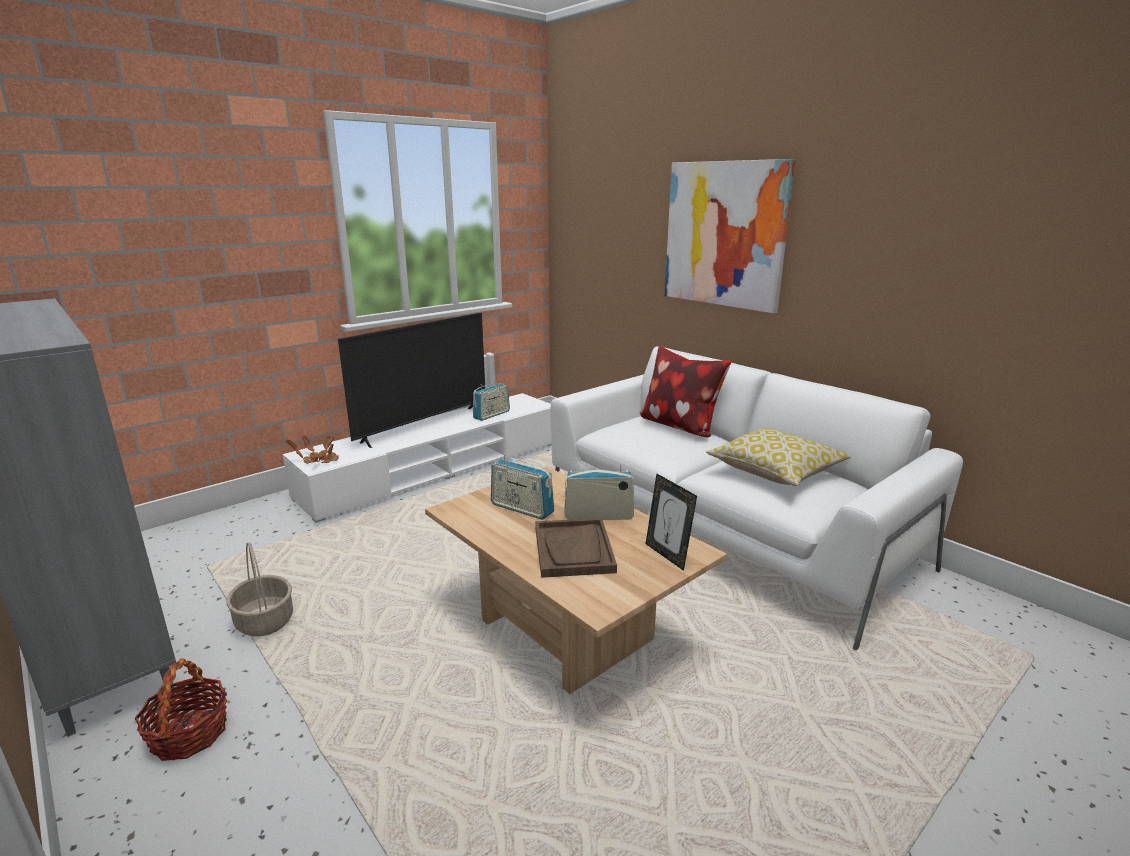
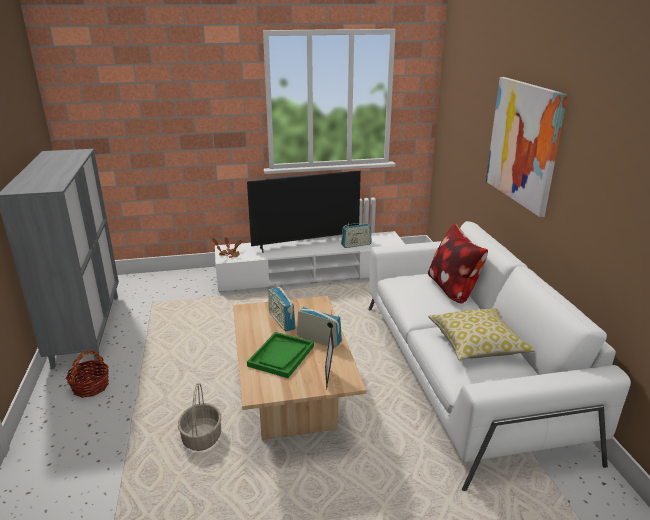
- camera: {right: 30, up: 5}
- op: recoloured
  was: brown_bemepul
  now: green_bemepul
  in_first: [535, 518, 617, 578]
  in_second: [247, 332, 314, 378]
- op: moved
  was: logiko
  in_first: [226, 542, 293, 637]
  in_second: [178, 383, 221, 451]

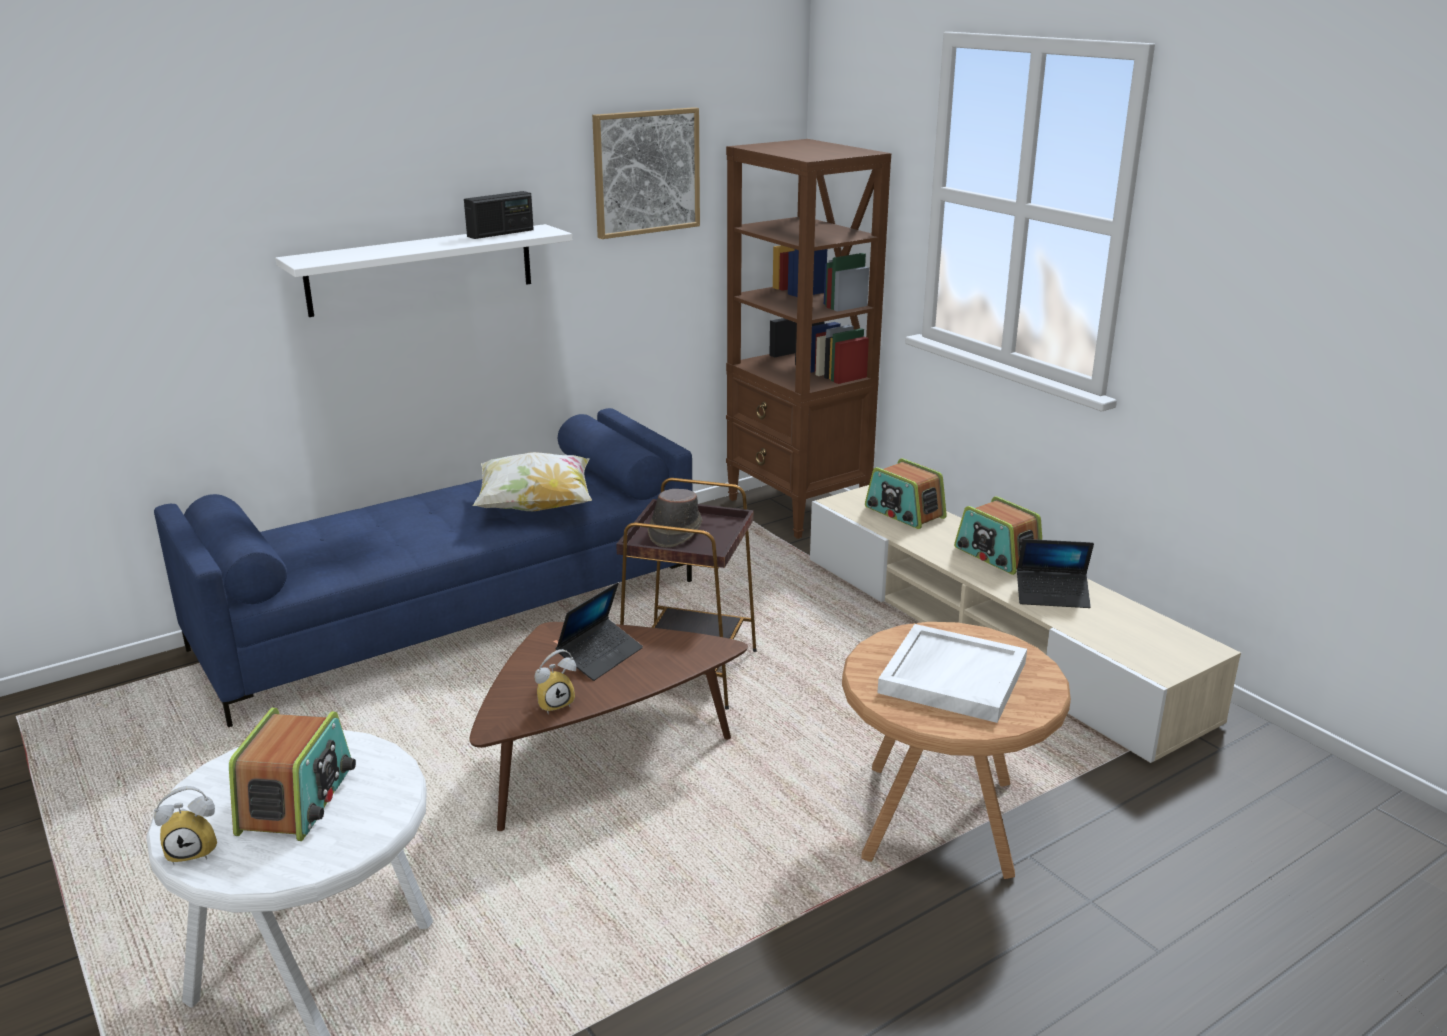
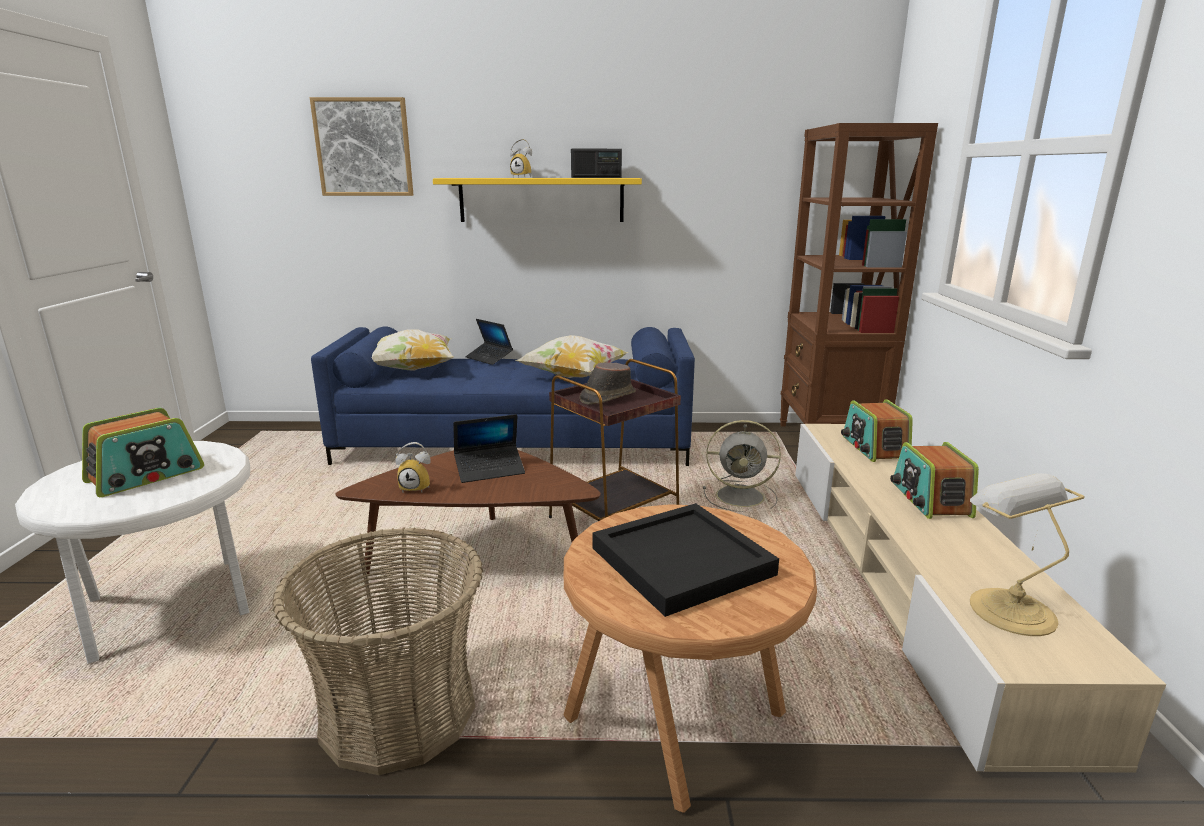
- camera: {right: 35, up: -5}
- op: moved
  was: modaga
  in_first: [592, 107, 700, 239]
  in_second: [310, 97, 413, 196]
- op: recoloured
  was: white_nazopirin
  now: yellow_nazopirin
  in_first: [275, 224, 572, 317]
  in_second: [433, 178, 642, 222]
- op: moved
  was: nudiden
  in_first: [1017, 539, 1094, 608]
  in_second: [465, 319, 513, 365]
- op: recoloured
  was: white_bemepul
  now: black_bemepul
  in_first: [878, 624, 1027, 723]
  in_second: [593, 503, 779, 617]
- op: moved
  was: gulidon
  in_first: [154, 786, 217, 865]
  in_second: [510, 139, 532, 177]
- op: added
  now: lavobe
  in_second: [372, 329, 454, 371]
- op: added
  now: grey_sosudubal
  in_second: [703, 420, 781, 512]
- op: added
  now: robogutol
  in_second: [970, 473, 1085, 636]
- op: added
  now: logiko
  in_second: [272, 527, 483, 775]

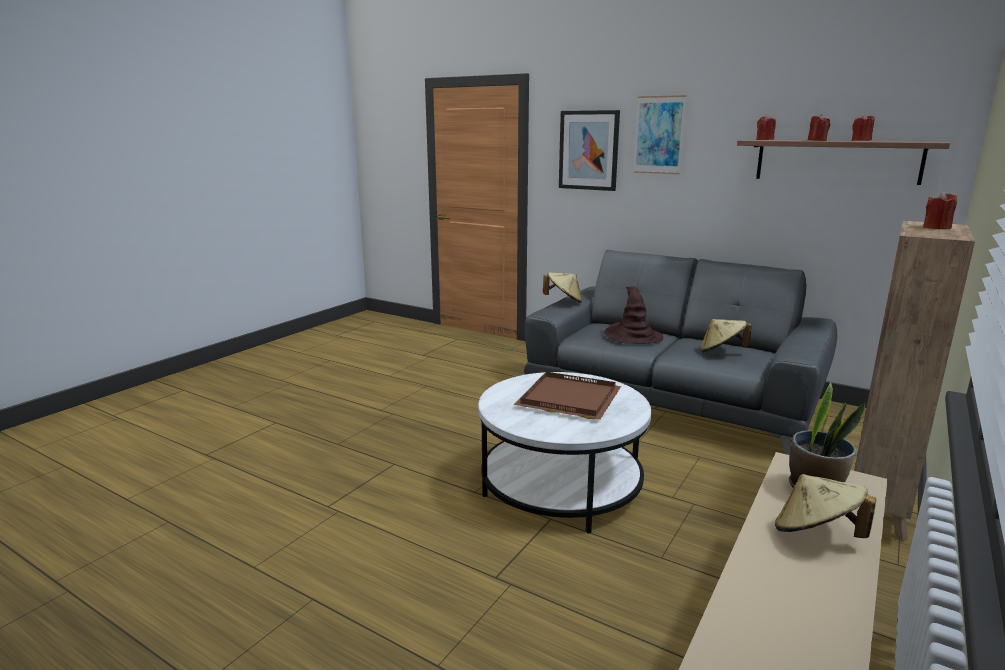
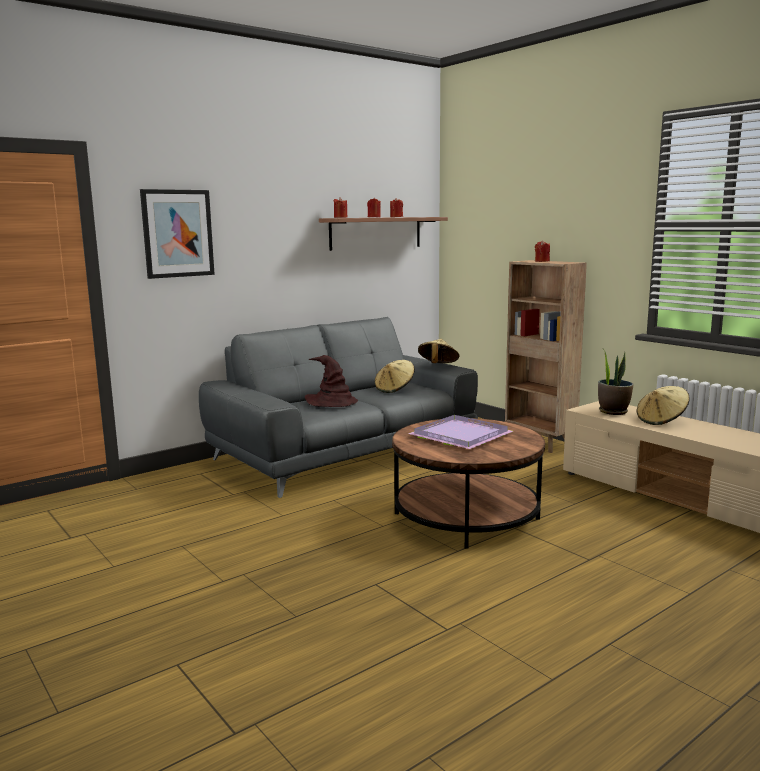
- camera: {right: -70, up: -5}
- op: removed
  was: modaga
  in_first: [633, 95, 687, 174]
- op: moved
  was: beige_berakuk
  in_first: [543, 272, 582, 303]
  in_second: [418, 339, 460, 363]
- op: recoloured
  was: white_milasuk
  now: brown_milasuk
  in_first: [478, 372, 652, 534]
  in_second: [392, 418, 545, 549]
- op: recoloured
  was: brown_bemepul
  now: purple_bemepul
  in_first: [514, 372, 621, 420]
  in_second: [408, 415, 513, 449]

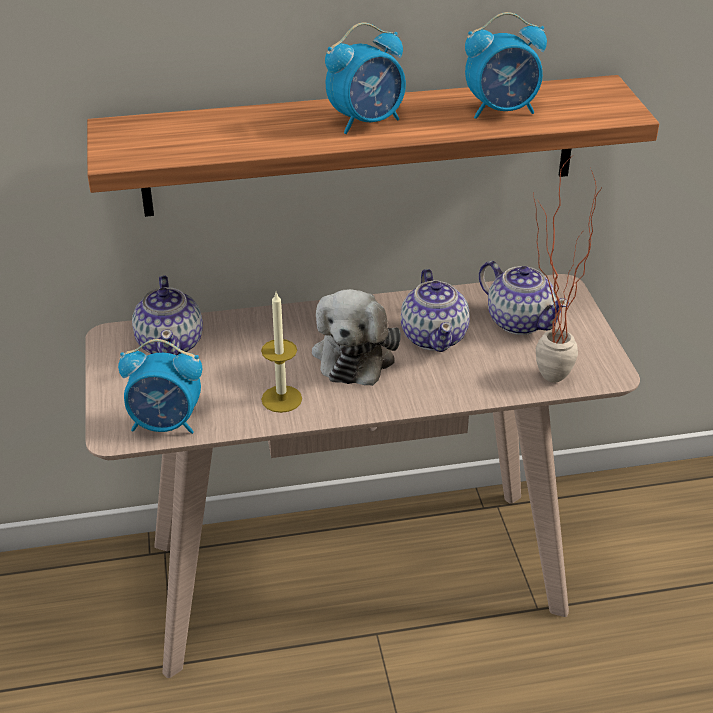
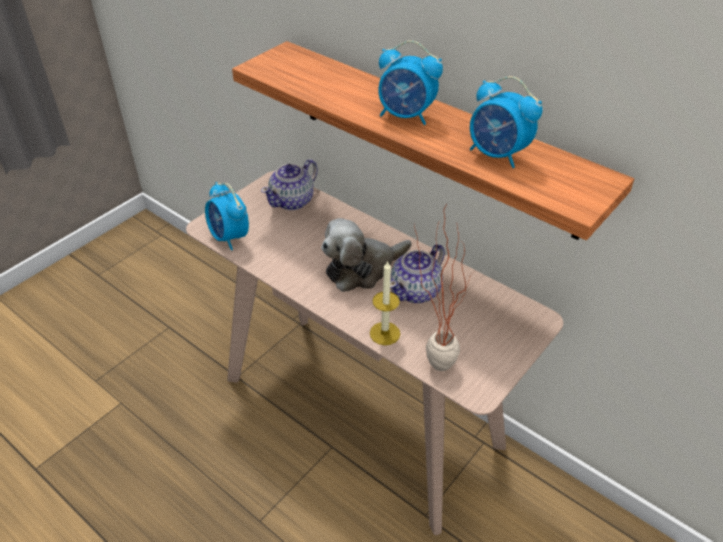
- camera: {right: 50, up: 5}
- op: removed
  was: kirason
  in_first: [479, 261, 569, 335]
- op: moved
  was: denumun
  in_first: [261, 292, 302, 413]
  in_second: [370, 260, 400, 345]

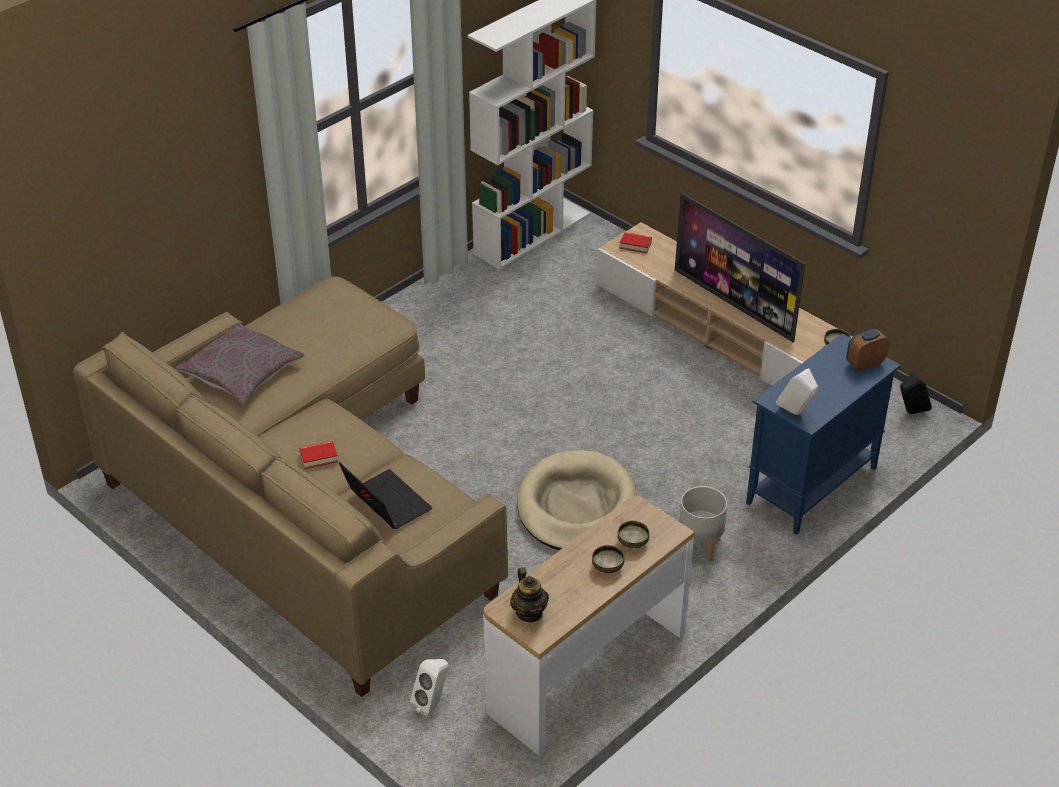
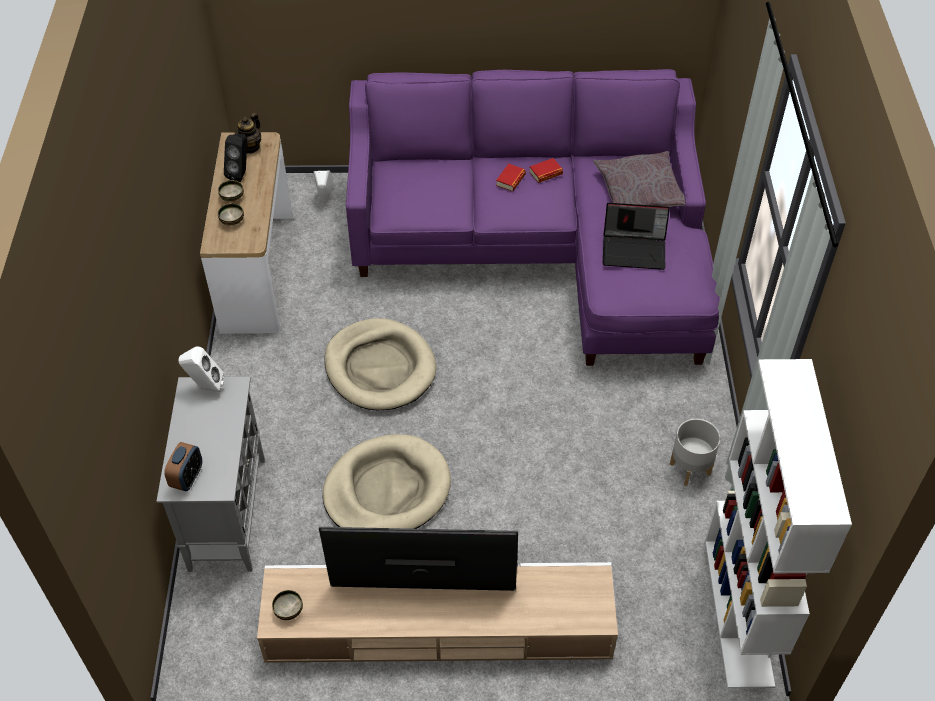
- camera: {right: 135, up: 10}
- op: moved
  was: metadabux
  in_first: [620, 232, 652, 254]
  in_second: [530, 158, 563, 183]
- op: recoloured
  was: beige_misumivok
  now: purple_misumivok
  in_first: [73, 276, 508, 697]
  in_second: [346, 69, 720, 366]
- op: recoloured
  was: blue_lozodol
  now: grey_lozodol
  in_first: [746, 333, 901, 535]
  in_second: [157, 377, 265, 572]
- op: moved
  was: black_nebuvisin
  in_first: [900, 371, 932, 414]
  in_second: [224, 134, 247, 182]
- op: moved
  was: nudiden
  in_first: [339, 462, 432, 529]
  in_second: [603, 203, 670, 270]
- op: moved
  was: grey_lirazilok
  in_first: [679, 486, 727, 561]
  in_second: [669, 419, 720, 486]
- op: turned
  was: kirason
  in_first: [510, 567, 549, 623]
  in_second: [235, 113, 261, 153]
  clockwise: -90
- op: added
  now: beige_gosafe
  in_second: [323, 434, 451, 529]

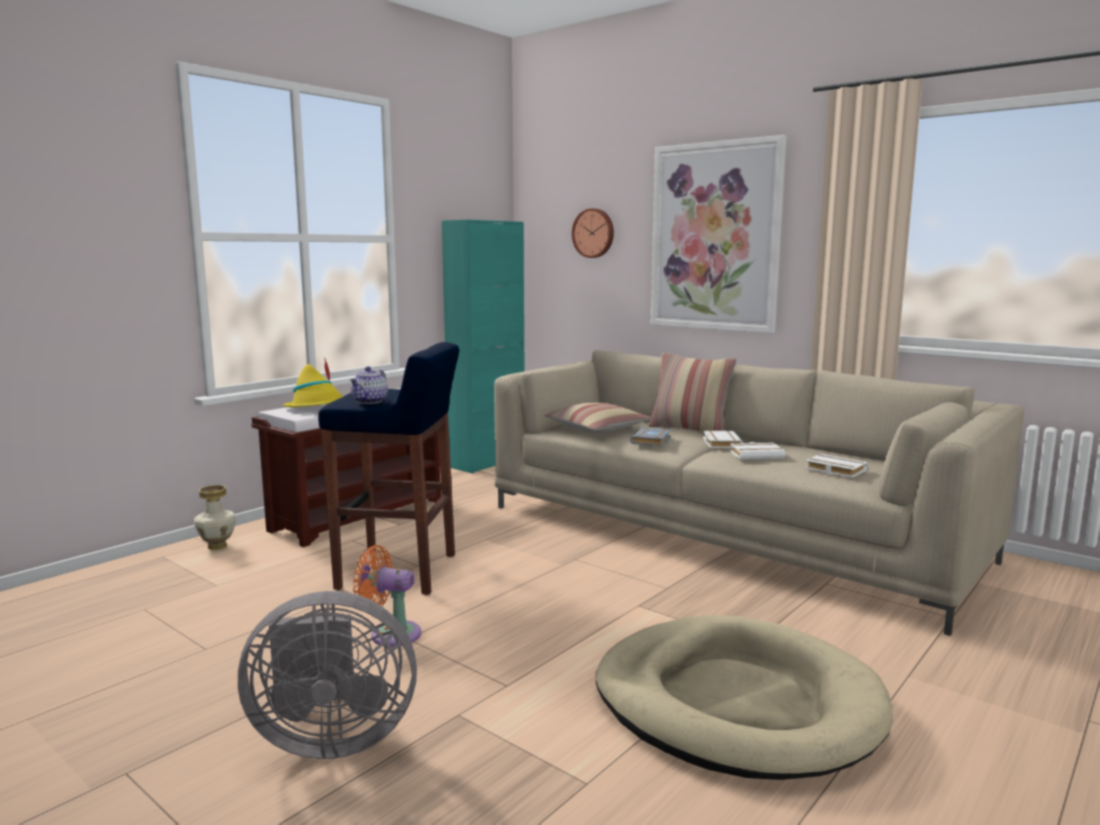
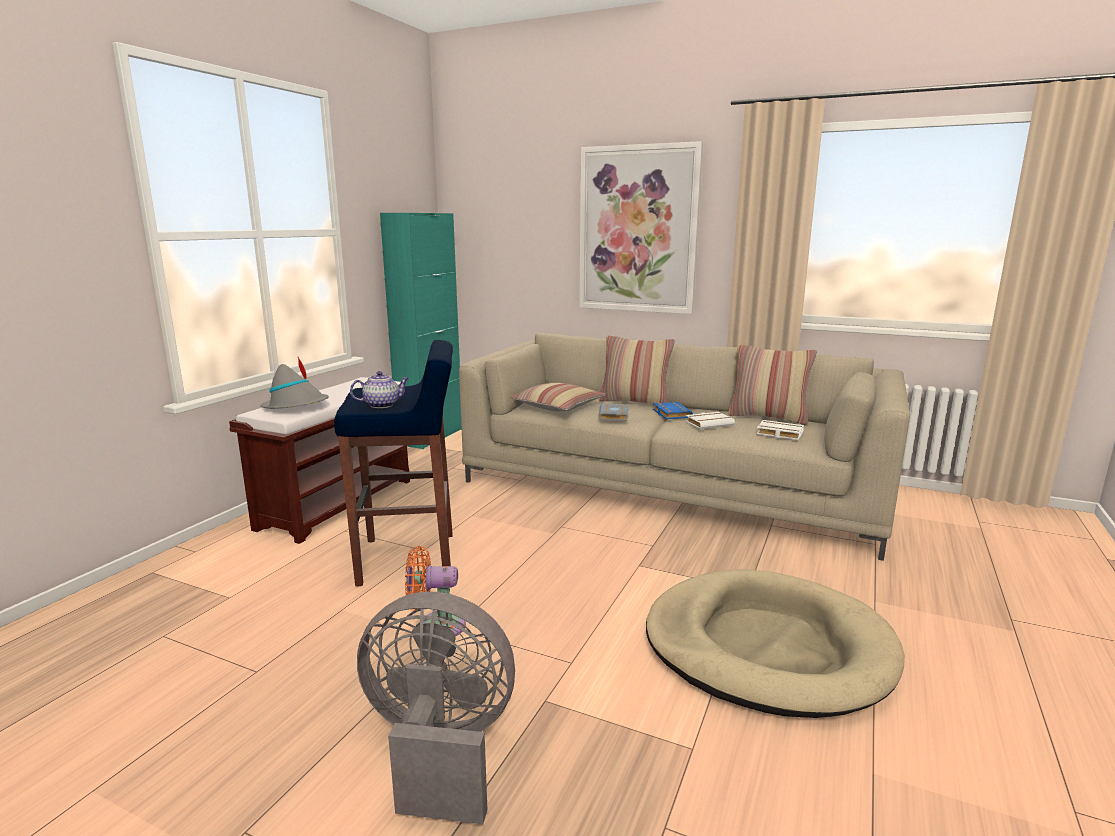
- camera: {right: -15, up: 5}
- op: removed
  was: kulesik
  in_first: [572, 208, 614, 258]
- op: recoloured
  was: yellow_berakuk
  now: grey_berakuk
  in_first: [283, 357, 343, 407]
  in_second: [261, 357, 329, 409]
- op: turned
  was: kirason
  in_first: [350, 367, 388, 404]
  in_second: [350, 371, 409, 408]
  clockwise: -120
- op: recoloured
  was: white_metadabux
  now: blue_metadabux
  in_first: [703, 430, 743, 448]
  in_second: [653, 402, 693, 419]
- op: removed
  was: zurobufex
  in_first: [194, 485, 236, 550]
- op: turned
  was: grey_sosudubal
  in_first: [238, 591, 417, 759]
  in_second: [357, 592, 515, 824]
  clockwise: -150
- op: added
  now: lavobe
  in_second: [728, 344, 817, 425]

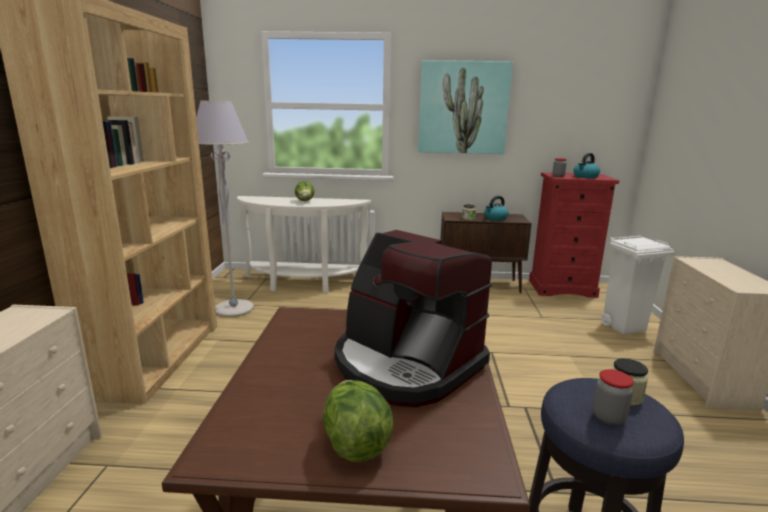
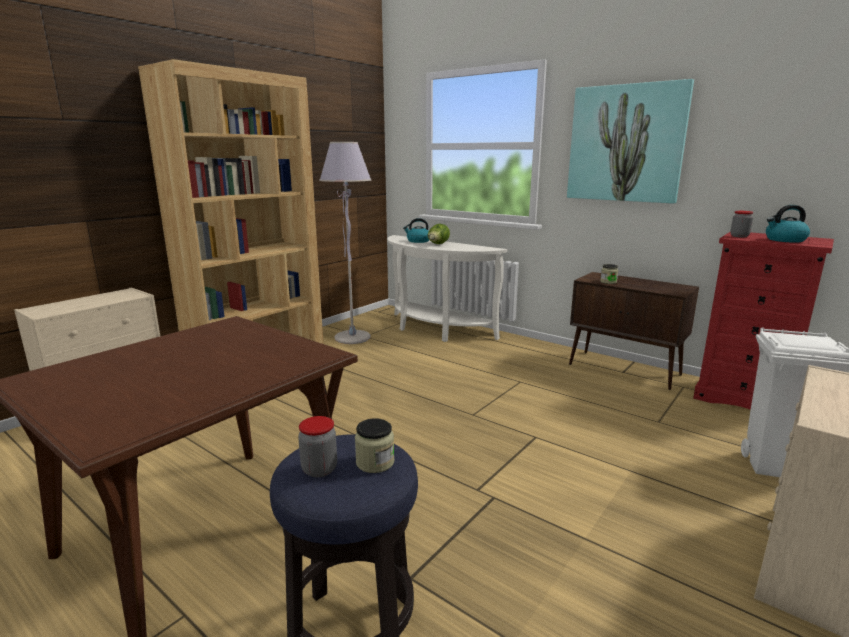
- camera: {right: 35, up: 0}
- op: moved
  was: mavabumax
  in_first: [484, 196, 509, 220]
  in_second: [403, 218, 429, 243]
- op: removed
  was: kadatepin
  in_first: [334, 230, 492, 408]
- op: removed
  was: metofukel
  in_first: [323, 380, 394, 462]

